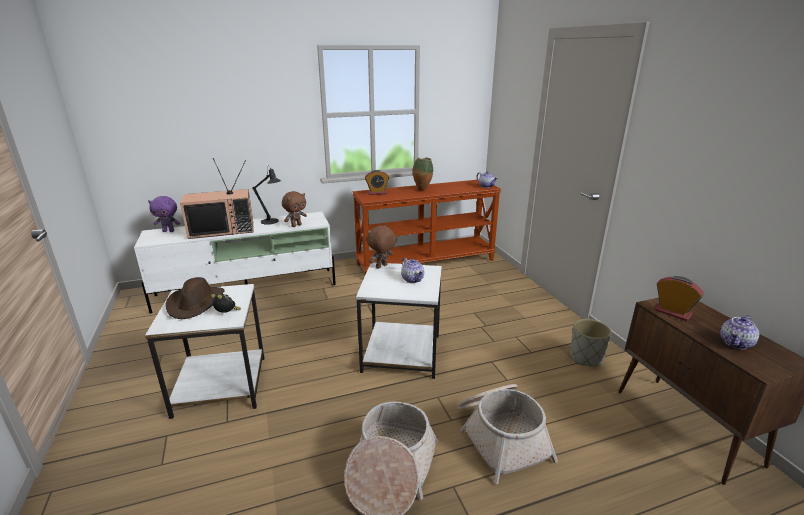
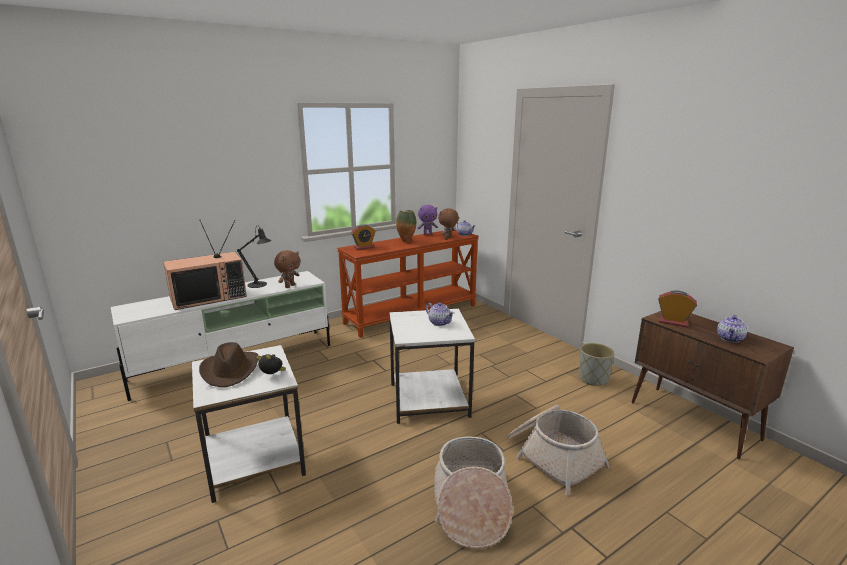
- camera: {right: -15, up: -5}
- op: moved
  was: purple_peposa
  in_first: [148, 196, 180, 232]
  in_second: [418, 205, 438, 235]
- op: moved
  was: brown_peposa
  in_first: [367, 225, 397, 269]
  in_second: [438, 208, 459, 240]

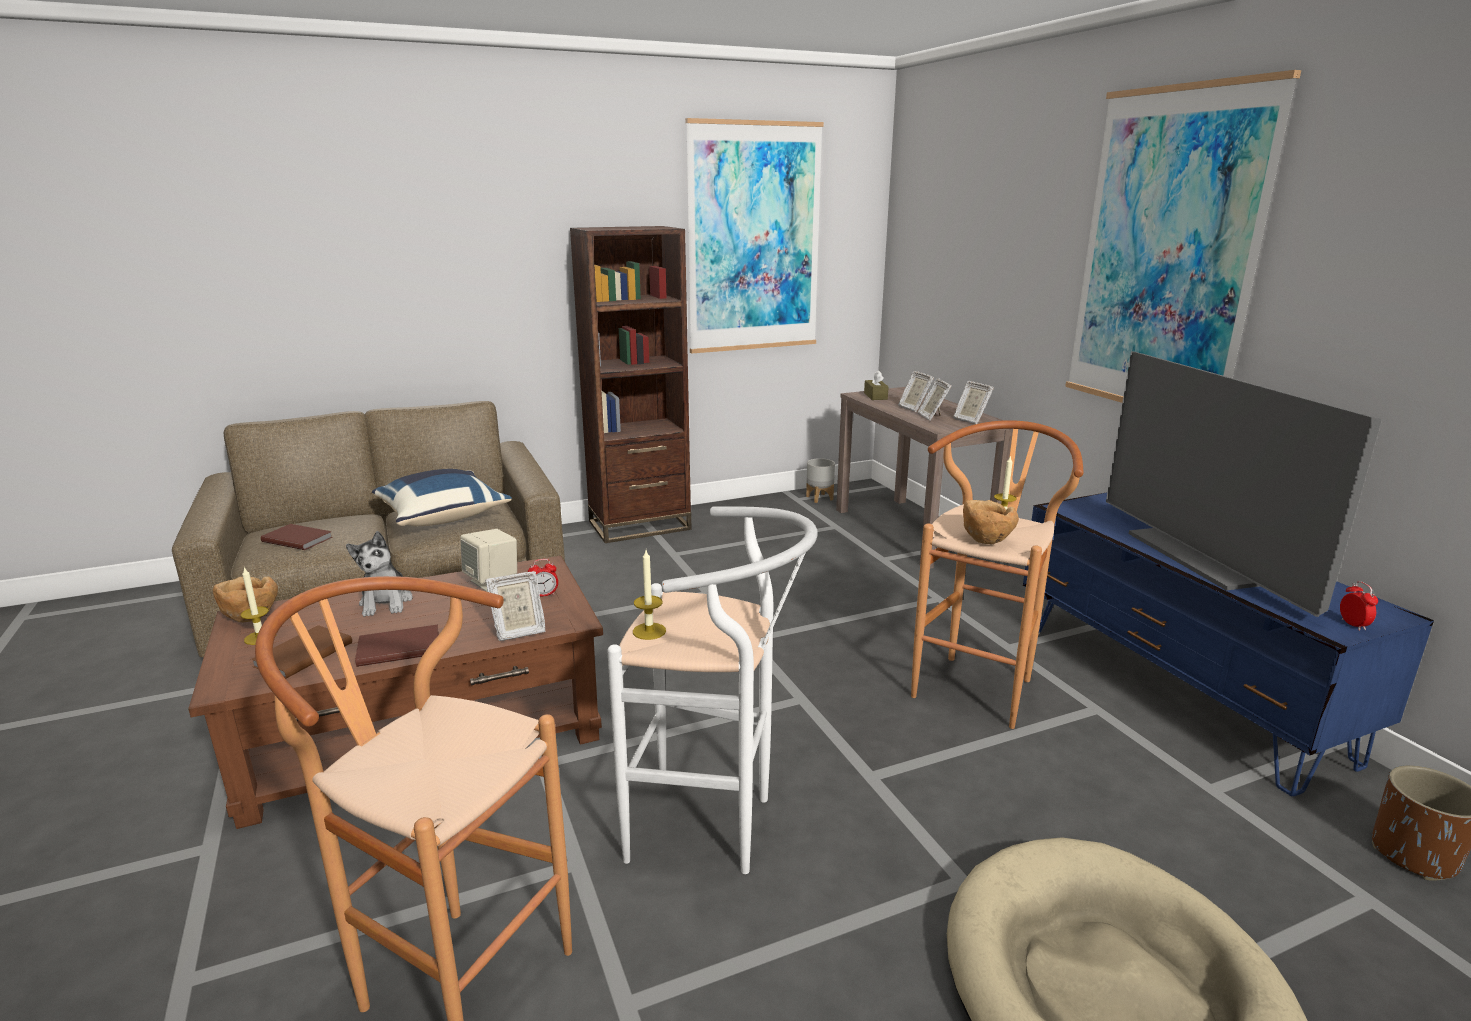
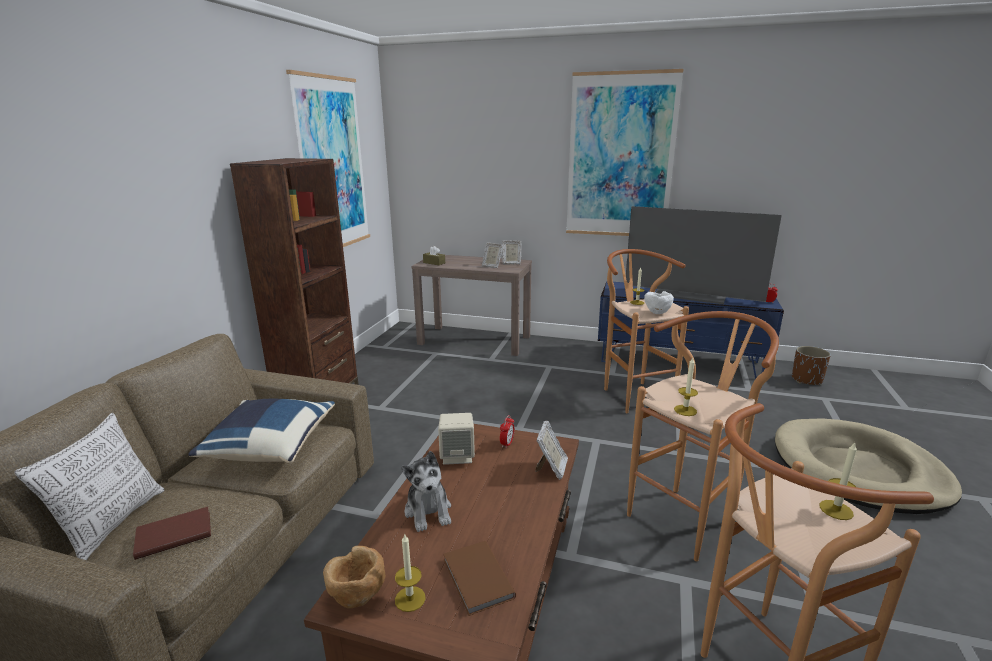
- camera: {right: -50, up: 0}
- op: removed
  was: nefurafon
  in_first: [898, 371, 934, 412]
- op: removed
  was: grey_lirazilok
  in_first: [806, 458, 835, 503]
- op: recoloured
  was: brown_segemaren
  now: white_segemaren
  in_first: [963, 500, 1019, 544]
  in_second: [644, 291, 674, 314]
- op: recoloured
  was: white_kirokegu
  now: brown_kirokegu
  in_first: [607, 506, 818, 874]
  in_second: [627, 311, 779, 561]
- op: turned
  was: peposa
  in_first: [346, 531, 413, 617]
  in_second: [401, 451, 451, 532]
  clockwise: 45
- op: removed
  was: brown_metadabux
  in_first: [355, 625, 439, 667]
- op: added
  now: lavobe
  in_second: [14, 413, 165, 560]
- op: added
  now: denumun
  in_second: [820, 442, 857, 520]

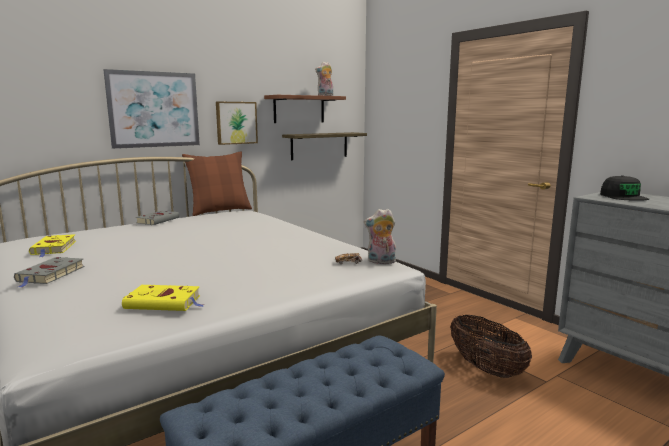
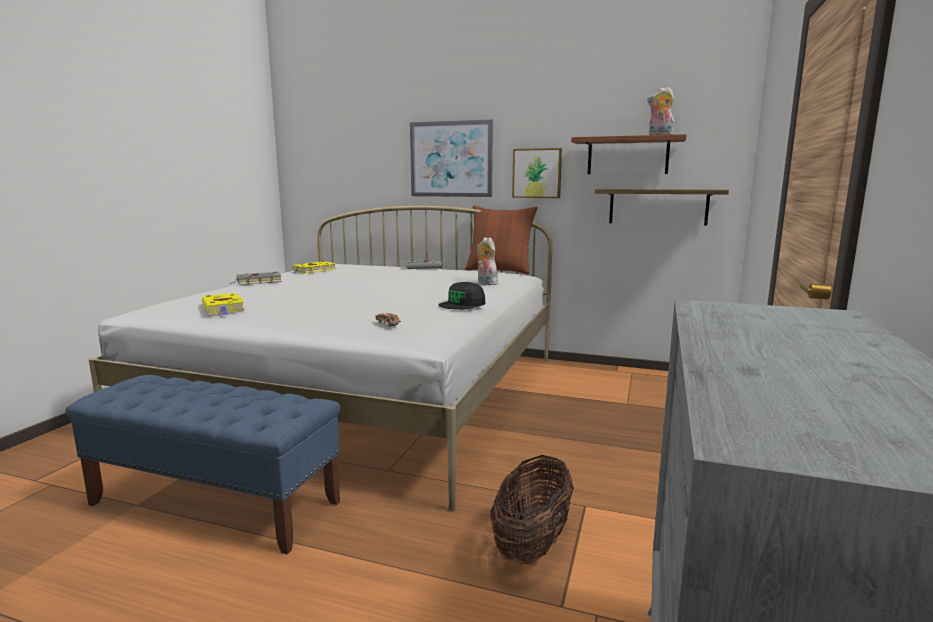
- camera: {right: 55, up: 0}
- op: moved
  was: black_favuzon
  in_first: [600, 175, 649, 201]
  in_second: [439, 282, 485, 310]
- op: moved
  was: peposa
  in_first: [364, 209, 396, 264]
  in_second: [477, 237, 498, 285]

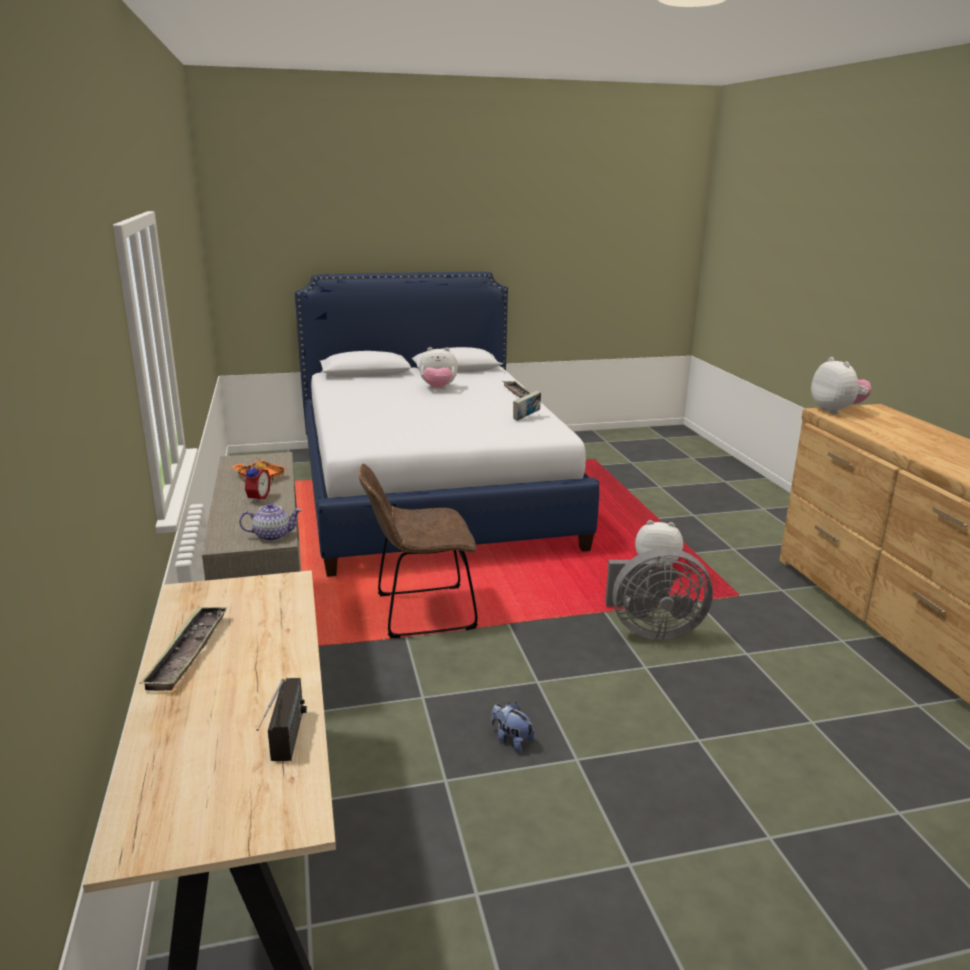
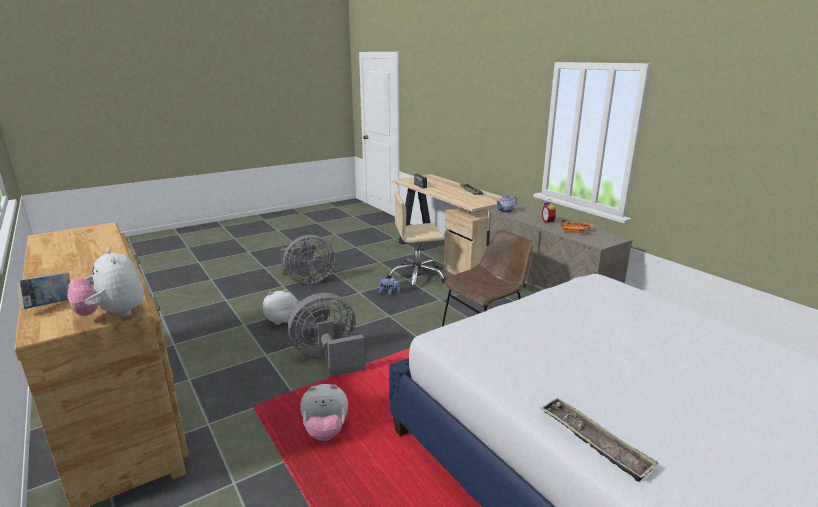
- camera: {right: 160, up: 0}
- op: moved
  was: peposa
  in_first: [419, 347, 458, 389]
  in_second: [262, 289, 297, 325]
- op: moved
  was: metadabux
  in_first: [513, 390, 541, 421]
  in_second: [15, 272, 70, 309]
- op: added
  now: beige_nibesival
  in_second: [386, 192, 446, 290]
- op: added
  now: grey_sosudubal
  in_second: [281, 235, 335, 284]

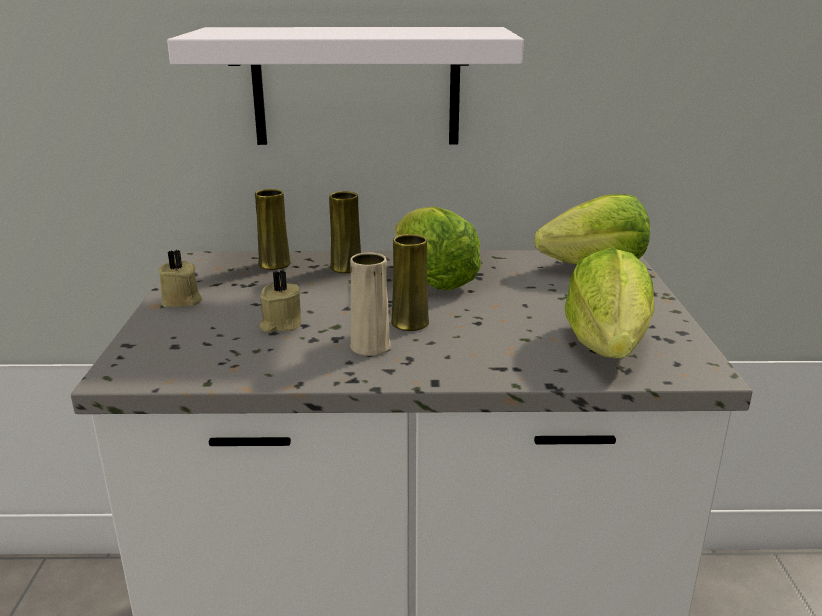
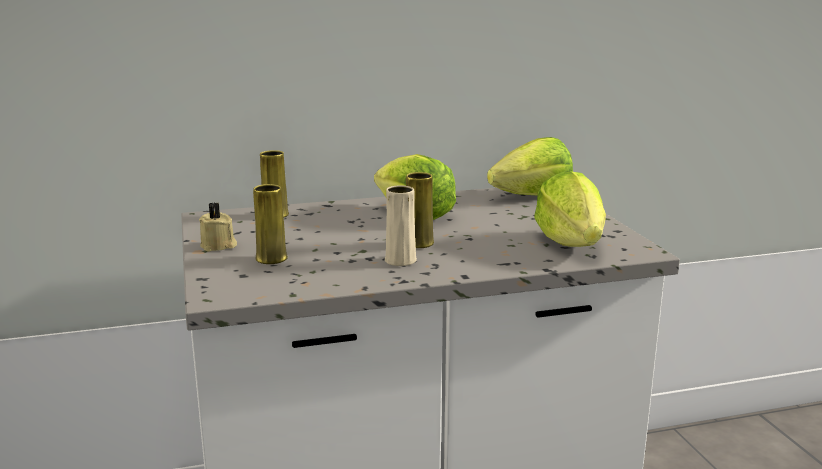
- camera: {right: -15, up: -5}
- op: removed
  was: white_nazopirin
  in_first: [167, 27, 524, 145]
- op: moved
  was: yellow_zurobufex
  in_first: [329, 191, 361, 273]
  in_second: [253, 184, 288, 264]
- op: removed
  was: beige_denumun
  in_first: [260, 270, 301, 333]

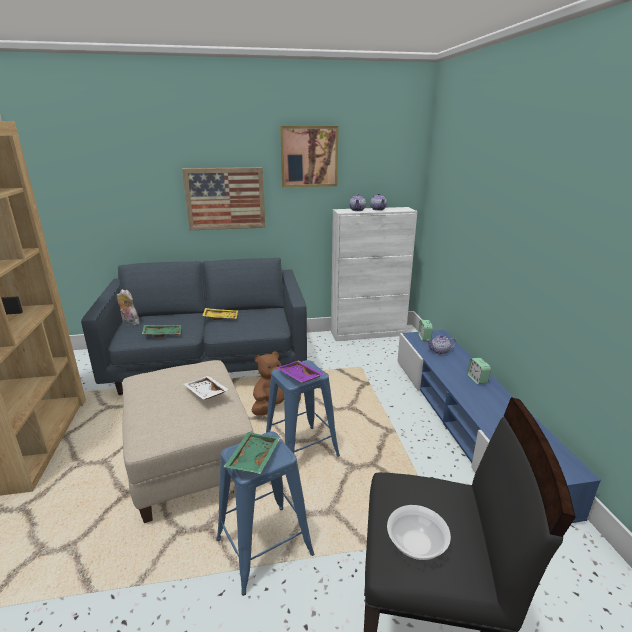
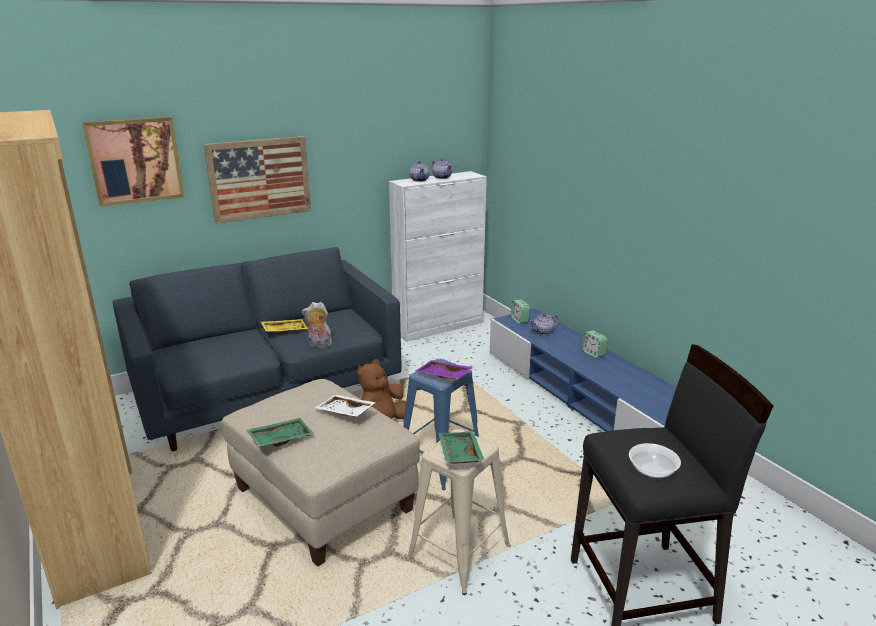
- camera: {right: -20, up: 0}
- op: moved
  was: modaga
  in_first: [280, 126, 338, 187]
  in_second: [82, 117, 185, 207]
- op: moved
  was: peposa
  in_first: [117, 289, 139, 326]
  in_second: [302, 302, 332, 348]
- op: moved
  was: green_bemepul
  in_first: [142, 325, 181, 337]
  in_second: [247, 418, 314, 447]
- op: recoloured
  was: blue_kirokegu
  now: beige_kirokegu
  in_first: [216, 431, 314, 596]
  in_second: [407, 429, 511, 595]

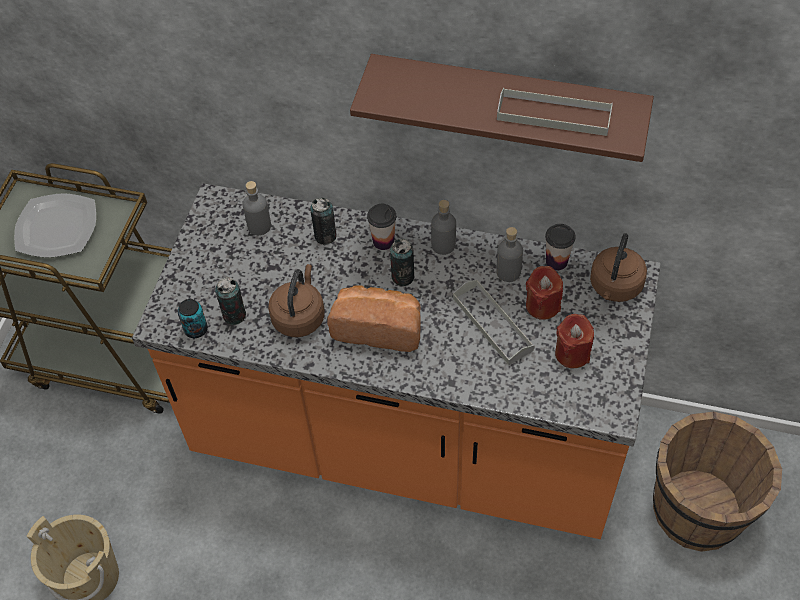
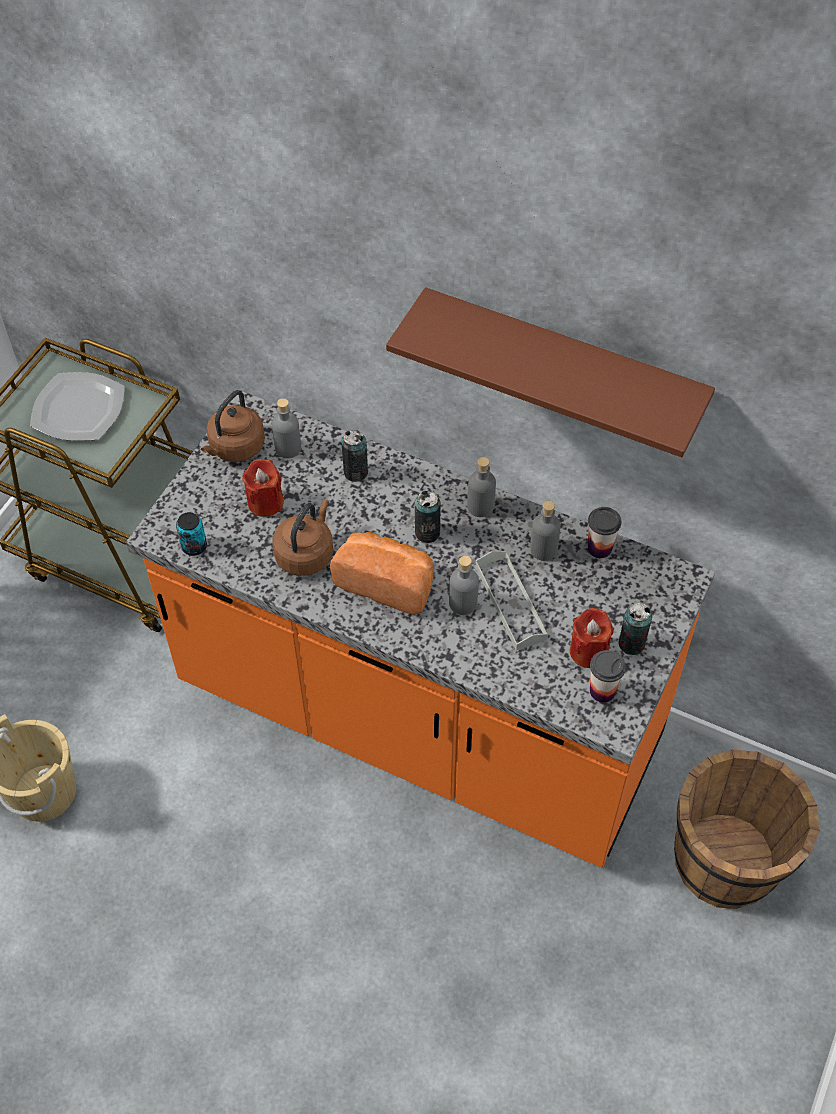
- camera: {right: 10, up: 0}
- op: removed
  was: grey_bemepul
  in_first: [497, 88, 613, 136]
- op: moved
  was: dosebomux
  in_first: [367, 204, 396, 250]
  in_second: [590, 650, 626, 703]
- op: moved
  was: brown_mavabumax
  in_first: [590, 233, 647, 302]
  in_second: [201, 390, 265, 462]
- op: moved
  was: red_denumun
  in_first: [526, 266, 563, 320]
  in_second: [242, 459, 284, 517]
- op: moved
  was: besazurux
  in_first: [215, 277, 246, 325]
  in_second: [618, 603, 652, 655]
- op: added
  now: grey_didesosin
  in_second: [449, 556, 479, 615]

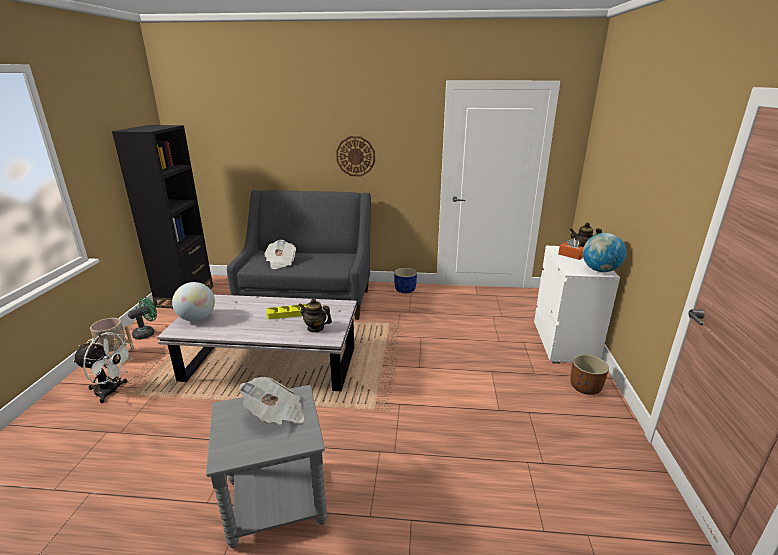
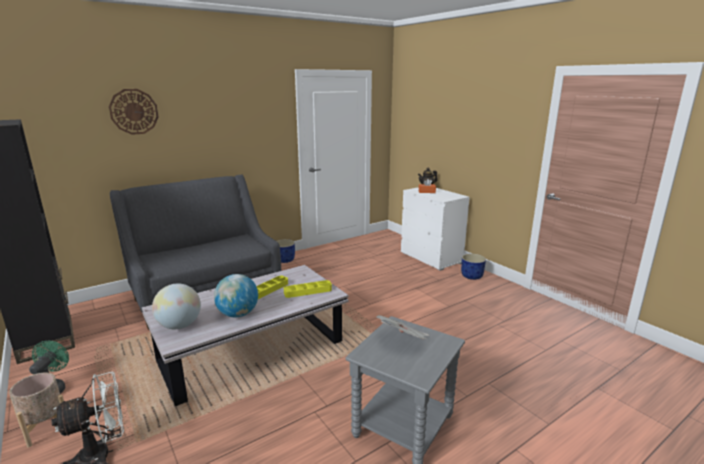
- camera: {right: -40, up: -5}
- op: moved
  was: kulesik
  in_first: [336, 136, 375, 176]
  in_second: [109, 89, 159, 135]
- op: moved
  was: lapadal
  in_first: [583, 233, 626, 272]
  in_second: [214, 274, 258, 317]
- op: removed
  was: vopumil
  in_first: [264, 240, 296, 269]
- op: replaced
  was: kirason
  now: yellow_bemepul
  in_first: [299, 298, 332, 333]
  in_second: [284, 280, 332, 298]
- op: recoloured
  was: brown_lirazilok
  now: blue_lirazilok
  in_first: [570, 355, 609, 395]
  in_second: [461, 254, 486, 280]

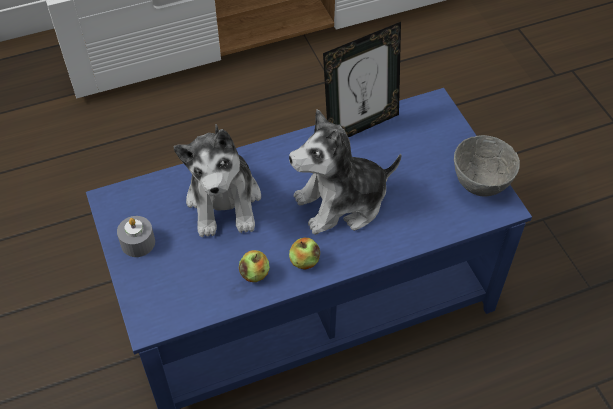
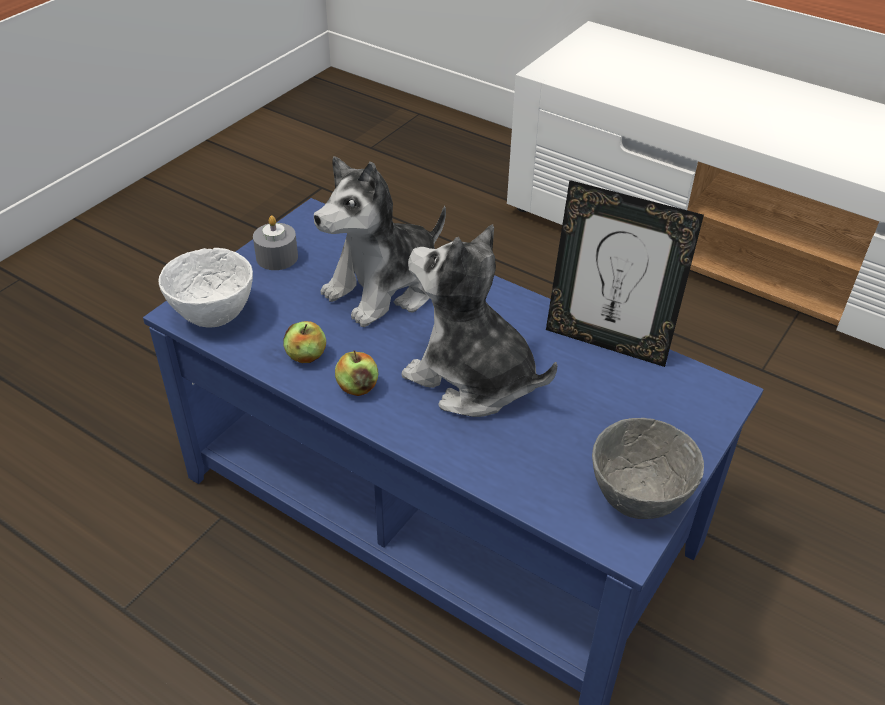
- camera: {right: 55, up: -10}
- op: added
  now: white_segemaren
  in_second: [159, 248, 253, 328]

